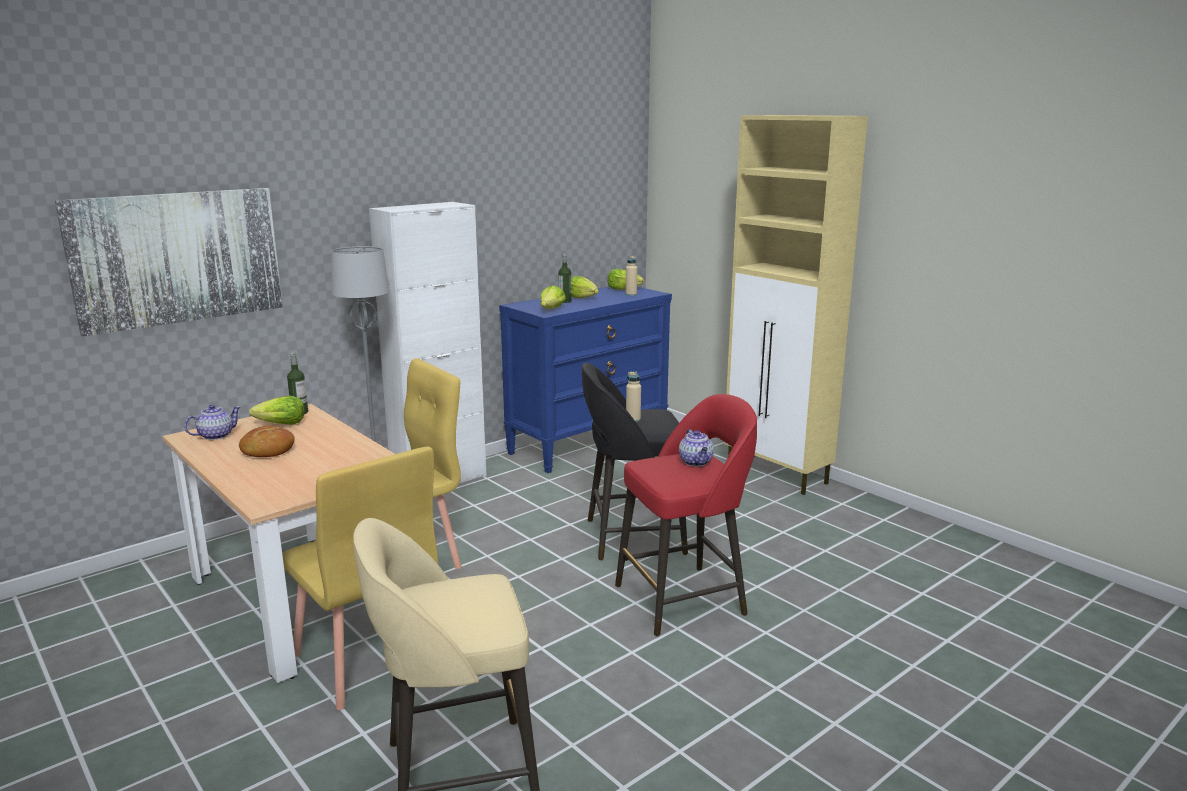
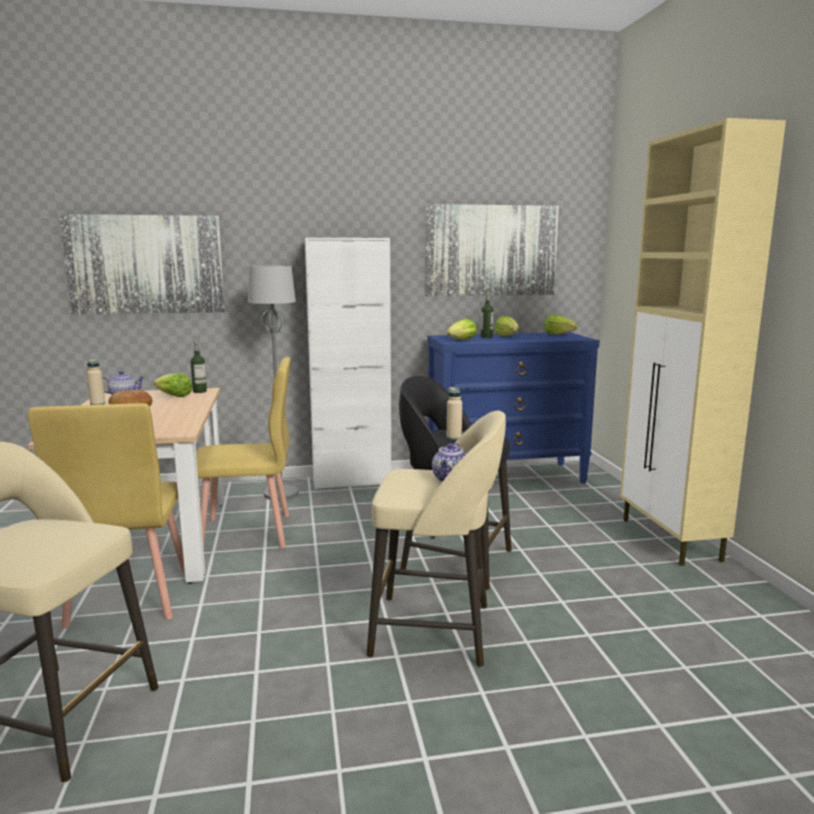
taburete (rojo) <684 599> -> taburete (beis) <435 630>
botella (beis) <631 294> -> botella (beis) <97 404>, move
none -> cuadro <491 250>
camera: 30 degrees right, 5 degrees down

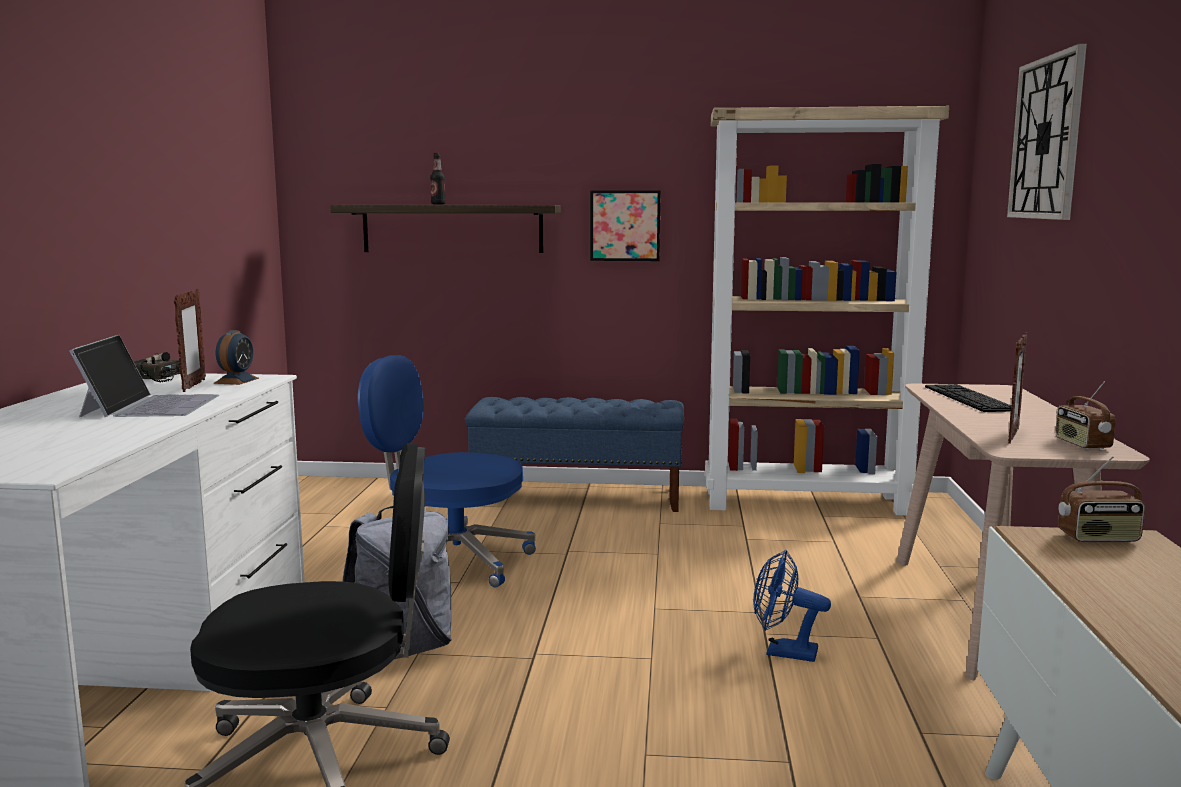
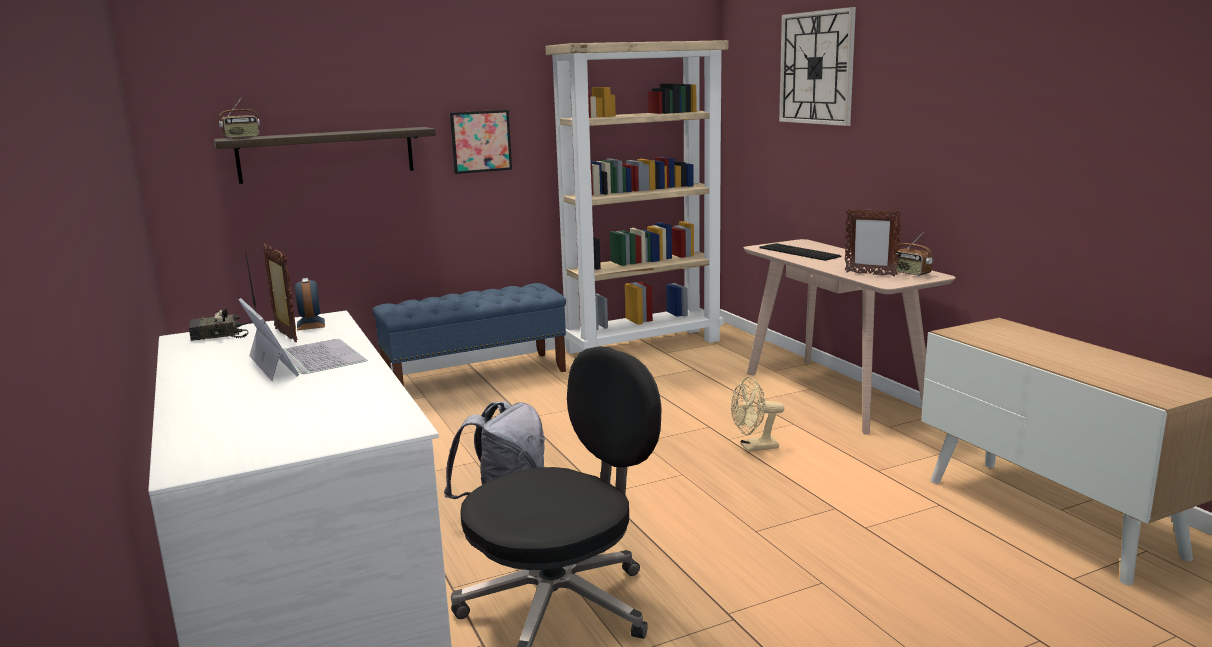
silla de oficina (azul) <450 561> -> none
botella <438 204> -> none
ventilador (azul) <783 652> -> ventilador (beis) <754 447>
portarretratos <1012 436> -> portarretratos <870 274>, 120 degrees clockwise
radio <1099 538> -> radio <241 138>, move
camera: 30 degrees left, 5 degrees up

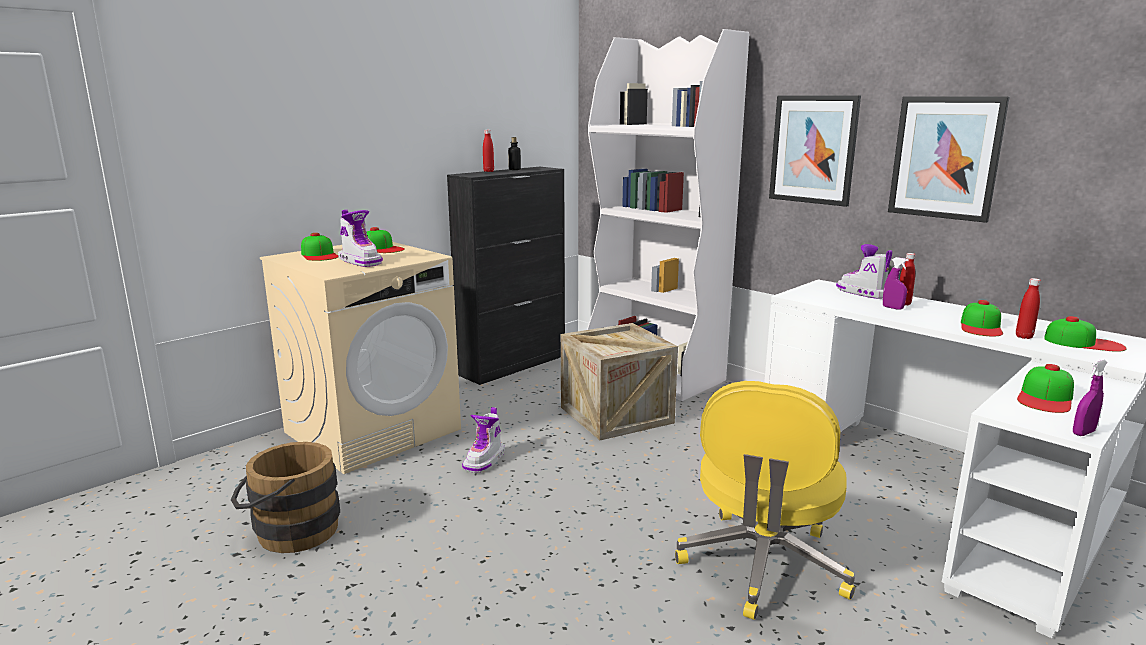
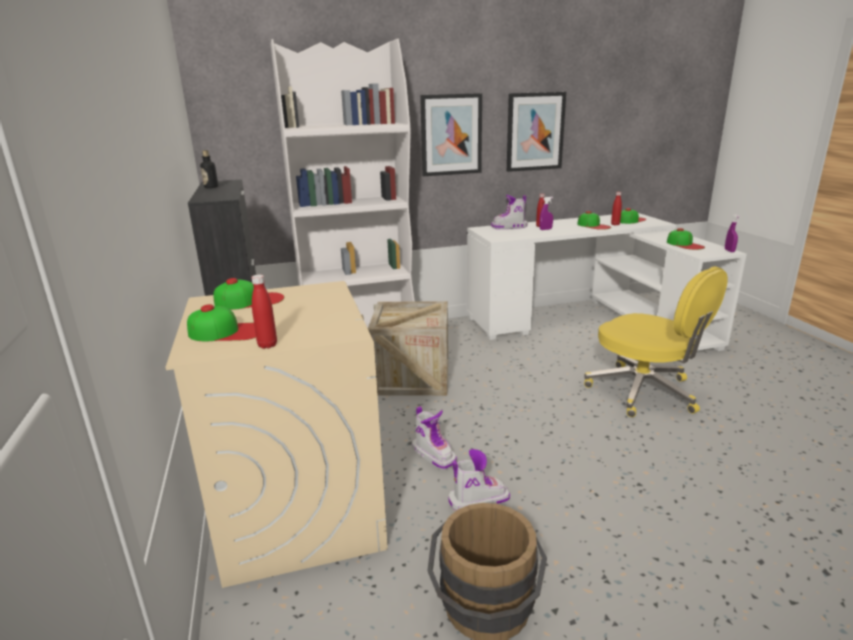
bota <361 261> -> bota <478 500>, move
botella (rojo) <488 171> -> botella (rojo) <267 345>, move
camera: 60 degrees left, 5 degrees up

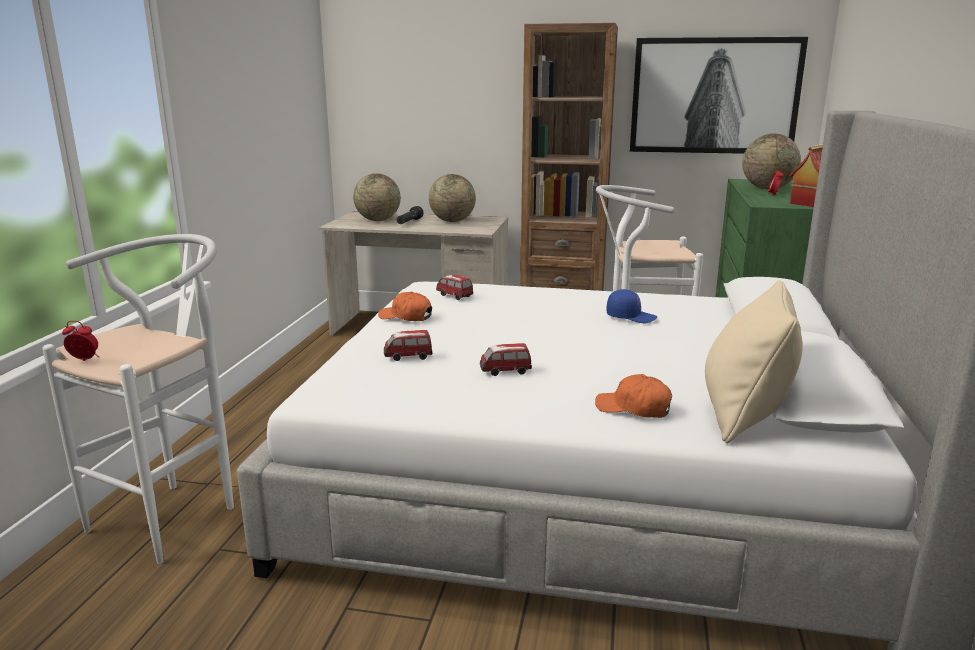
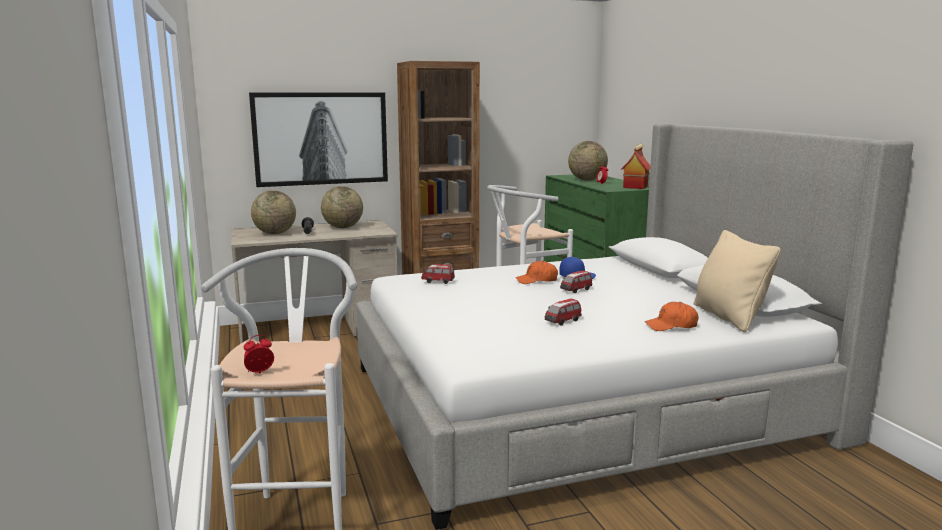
gorra (naranja) <406 317> -> gorra (naranja) <537 280>, move
coche de juguete <408 357> -> coche de juguete <576 290>, move
cuadro <714 96> -> cuadro <321 138>, move
camera: 30 degrees left, 5 degrees down

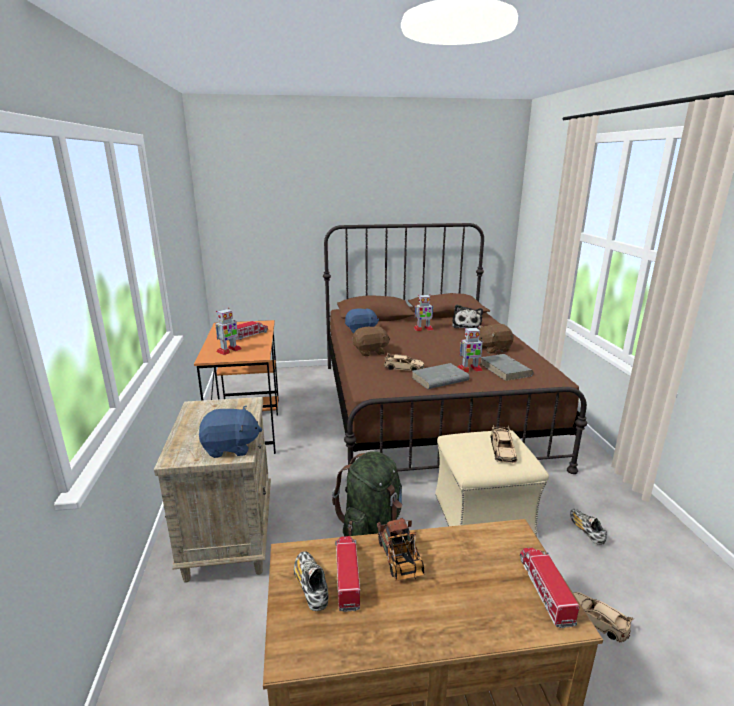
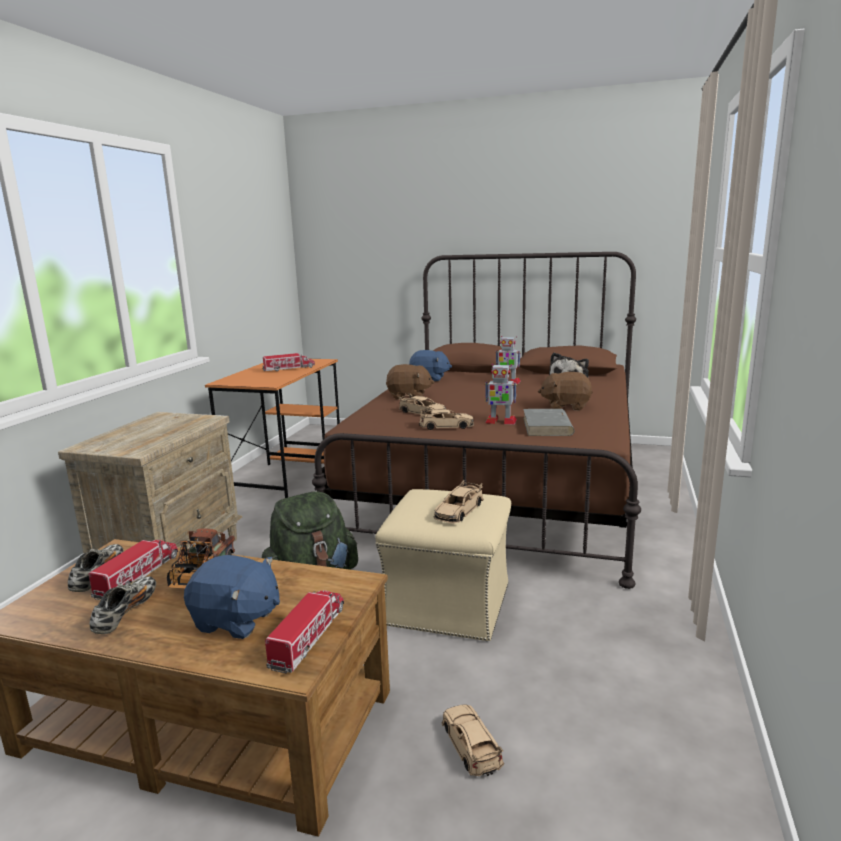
peluche (azul) <230 448> -> peluche (azul) <236 620>, move
robot de juguete <229 350> -> none
libro (gris) <439 379> -> coche de juguete (beis) <446 426>
zapato <585 530> -> zapato <126 613>, move
camera: 25 degrees right, 5 degrees down

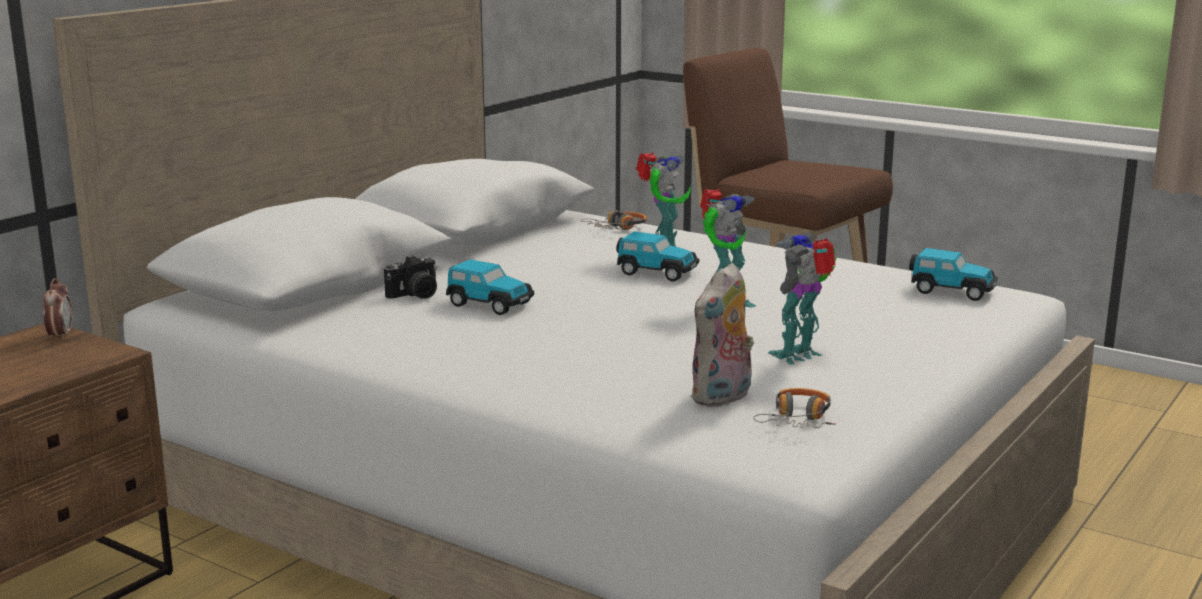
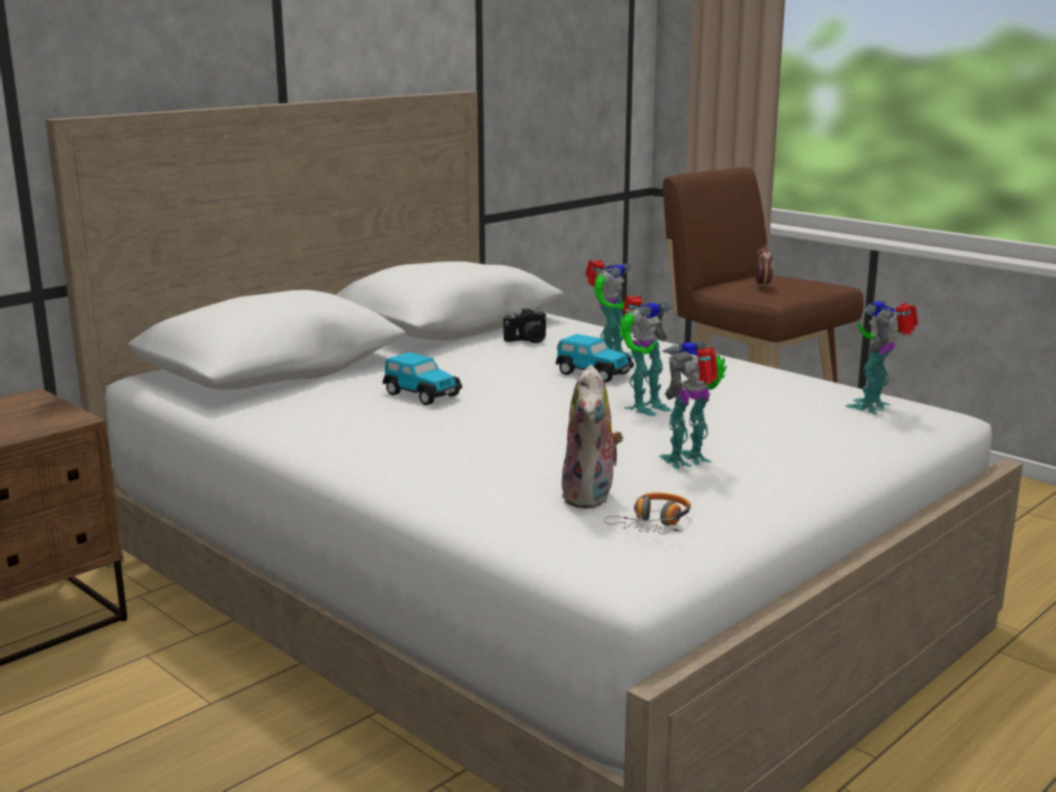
despertador <60 336> -> despertador <762 285>, move
cámara <415 295> -> cámara <528 340>, move
auriculares <617 228> -> none
peluche <723 398> -> peluche <591 497>, 45 degrees counterclockwise
coche de juguete <951 291> -> robot de juguete <873 406>
camera: 10 degrees right, 0 degrees up

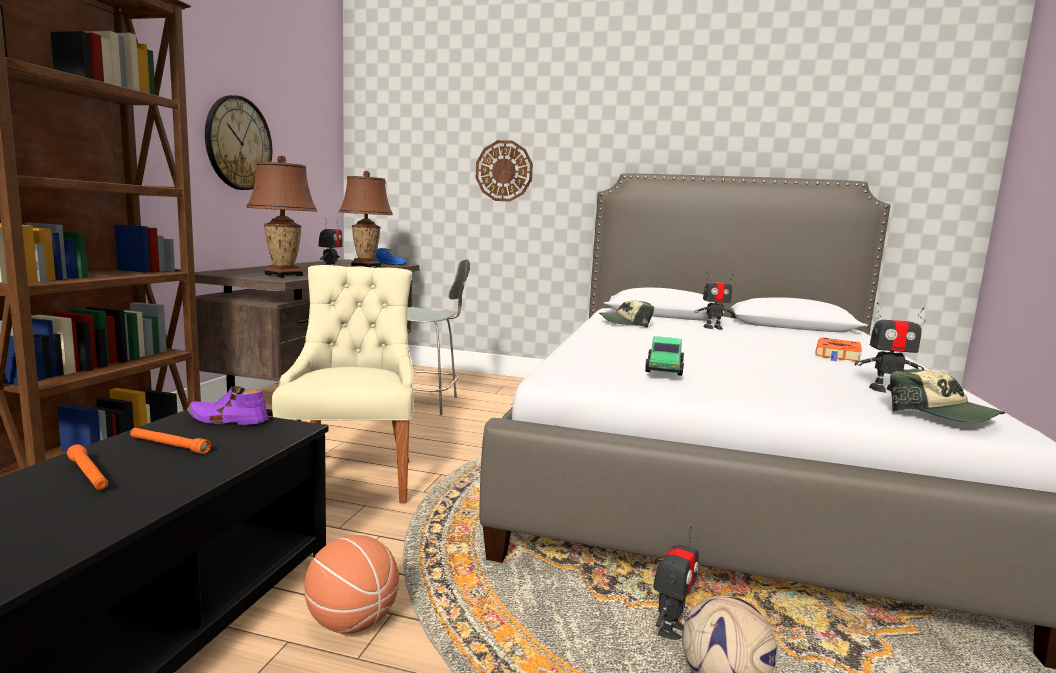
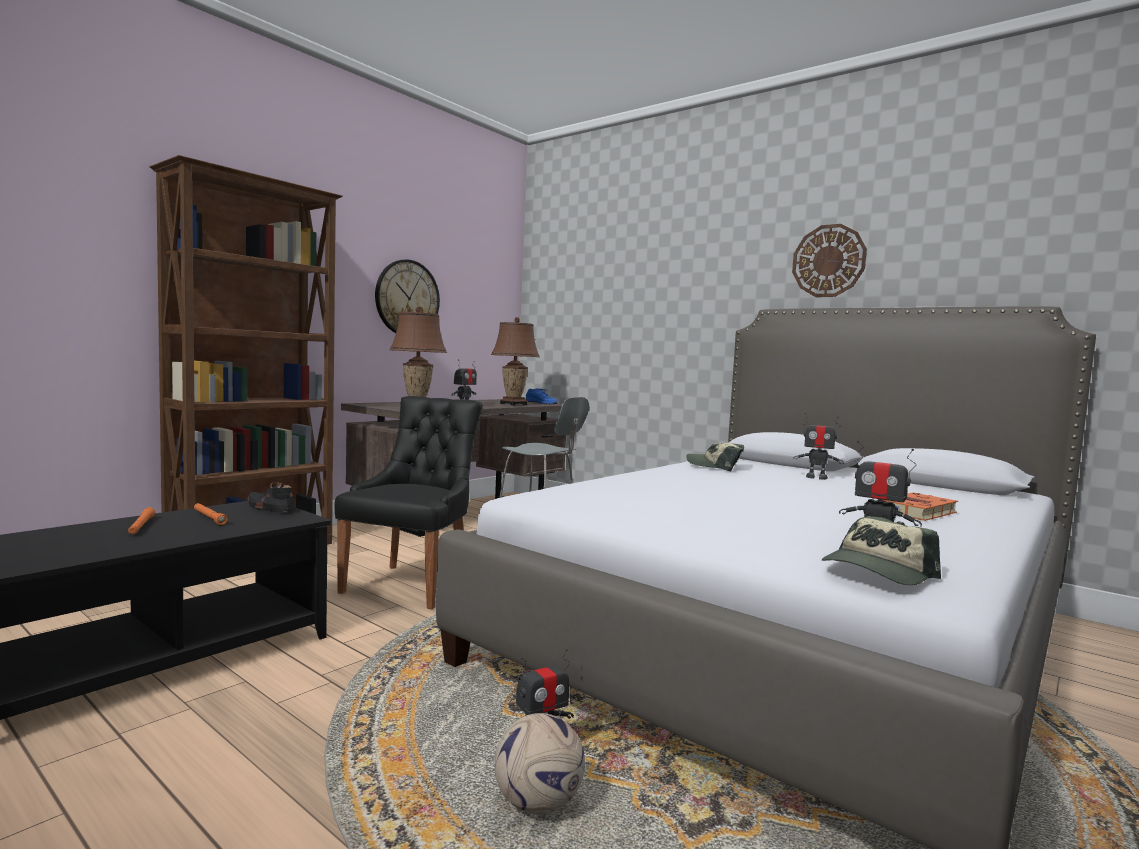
zapato (morado) <227 420> -> zapato (negro) <269 508>
silla (beis) <352 478> -> silla (negro) <411 584>
balón de baloncesto <352 621> -> none
reloj de pared <504 171> -> reloj de pared <828 261>, move
coche de juguete <664 368> -> none
gorra <941 414> -> gorra <877 572>, 60 degrees clockwise
camera: 25 degrees right, 5 degrees down

